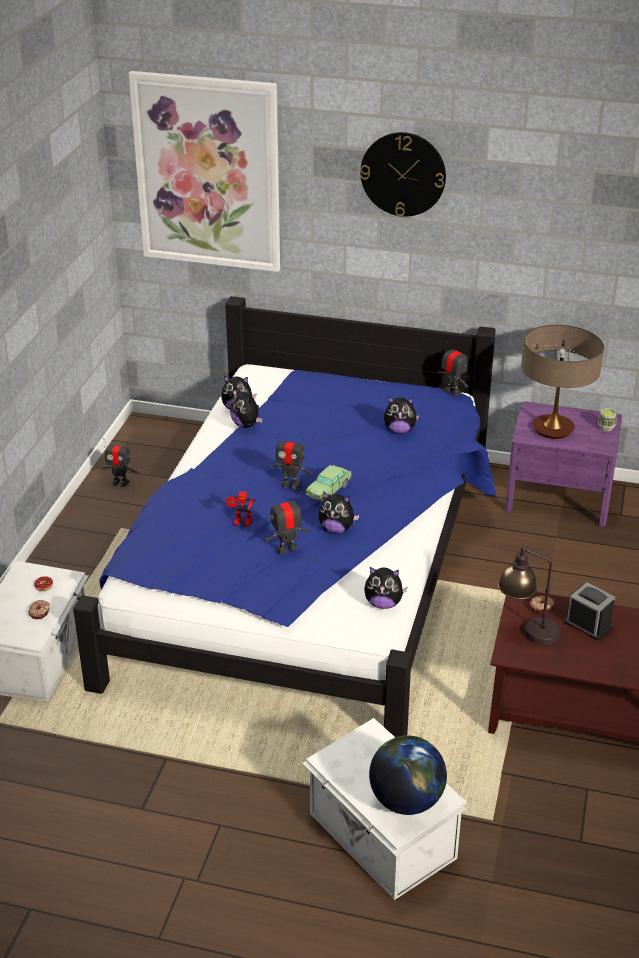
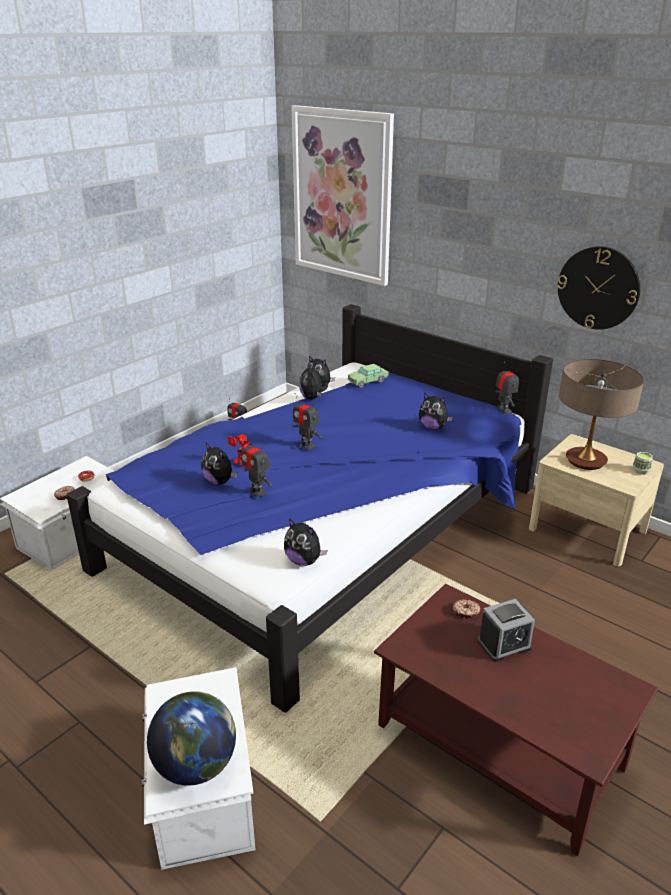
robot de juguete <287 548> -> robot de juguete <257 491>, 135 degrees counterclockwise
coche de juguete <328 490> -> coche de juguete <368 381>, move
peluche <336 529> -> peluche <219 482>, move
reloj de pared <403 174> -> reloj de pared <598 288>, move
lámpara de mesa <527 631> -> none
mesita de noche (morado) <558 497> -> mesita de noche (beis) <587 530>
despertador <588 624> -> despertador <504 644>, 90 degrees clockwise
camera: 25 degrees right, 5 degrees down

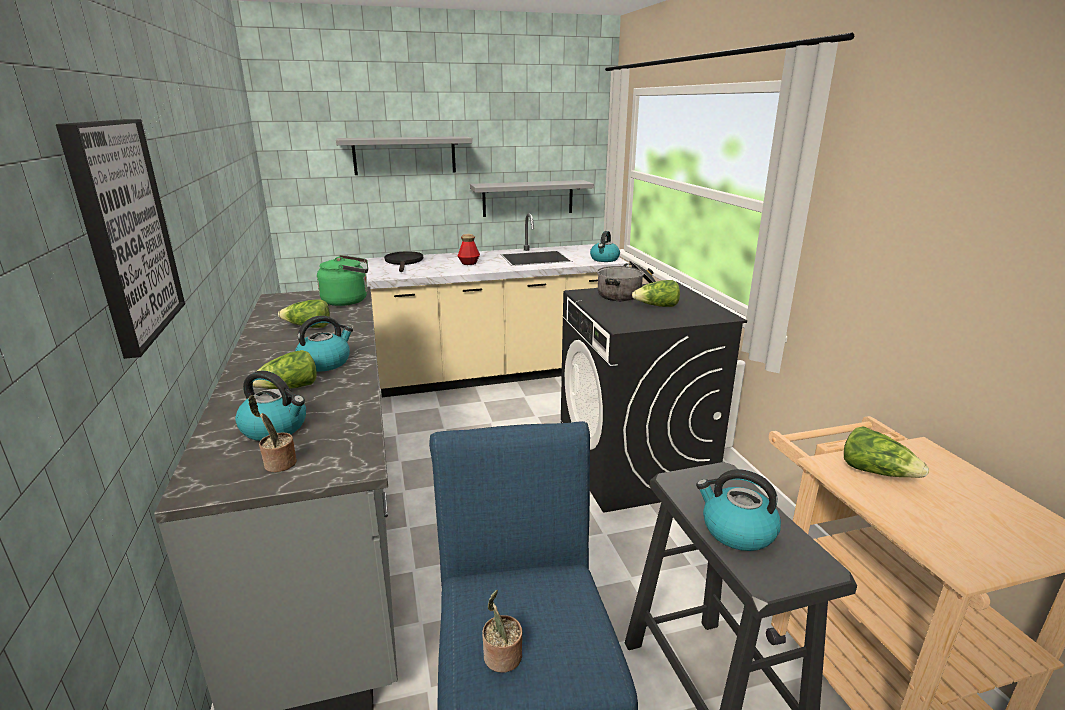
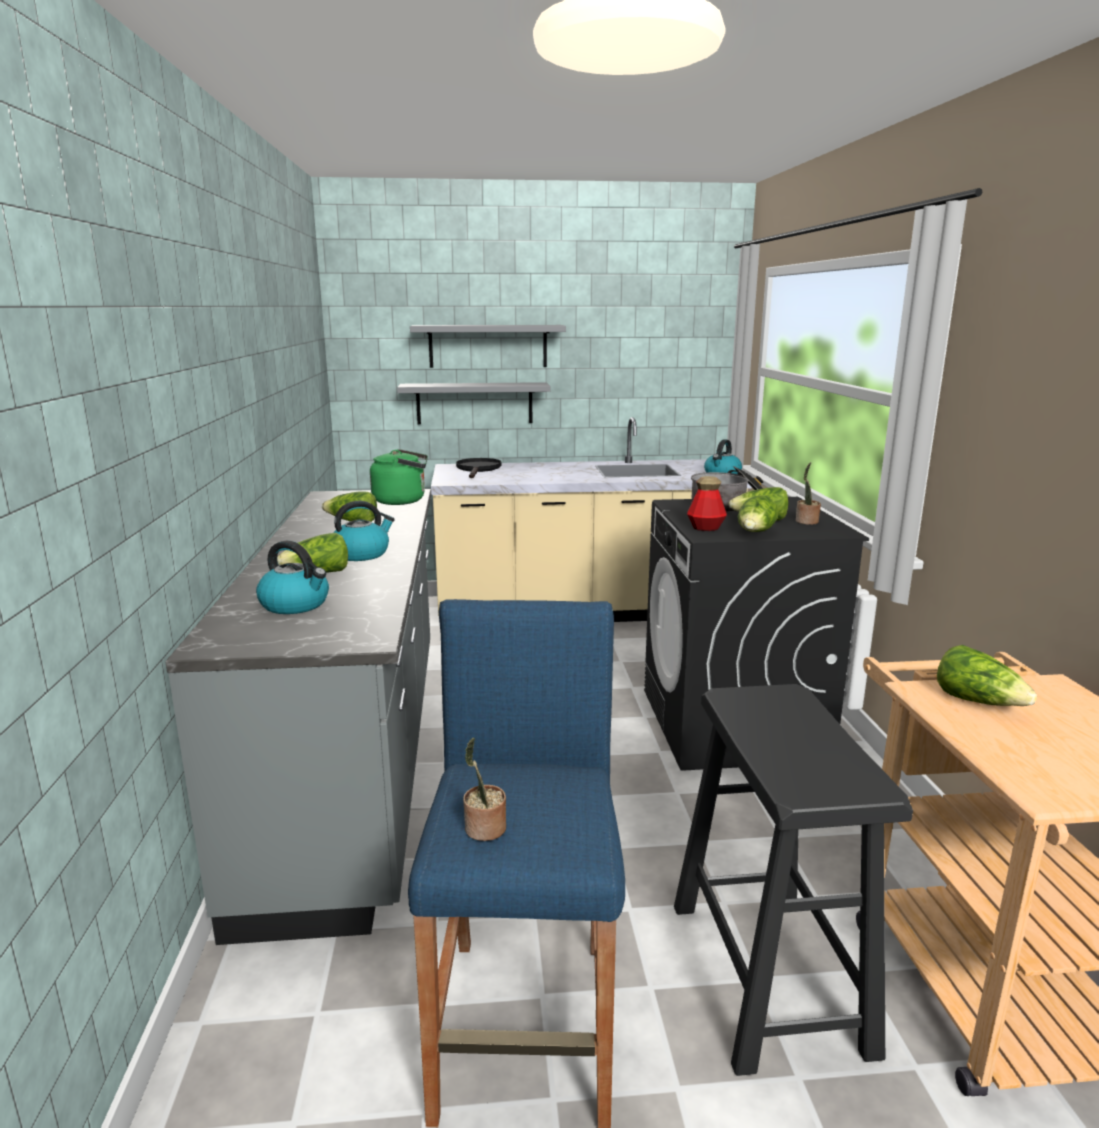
cuadro <124 232> -> none
planta en maceta <278 465> -> planta en maceta <806 522>, move
botella <469 263> -> botella <705 528>, move
estante (gris) <528 198> -> estante (gris) <474 403>, move
hervidor <736 531> -> none
none -> lechuga <755 533>
camera: 10 degrees right, 5 degrees down

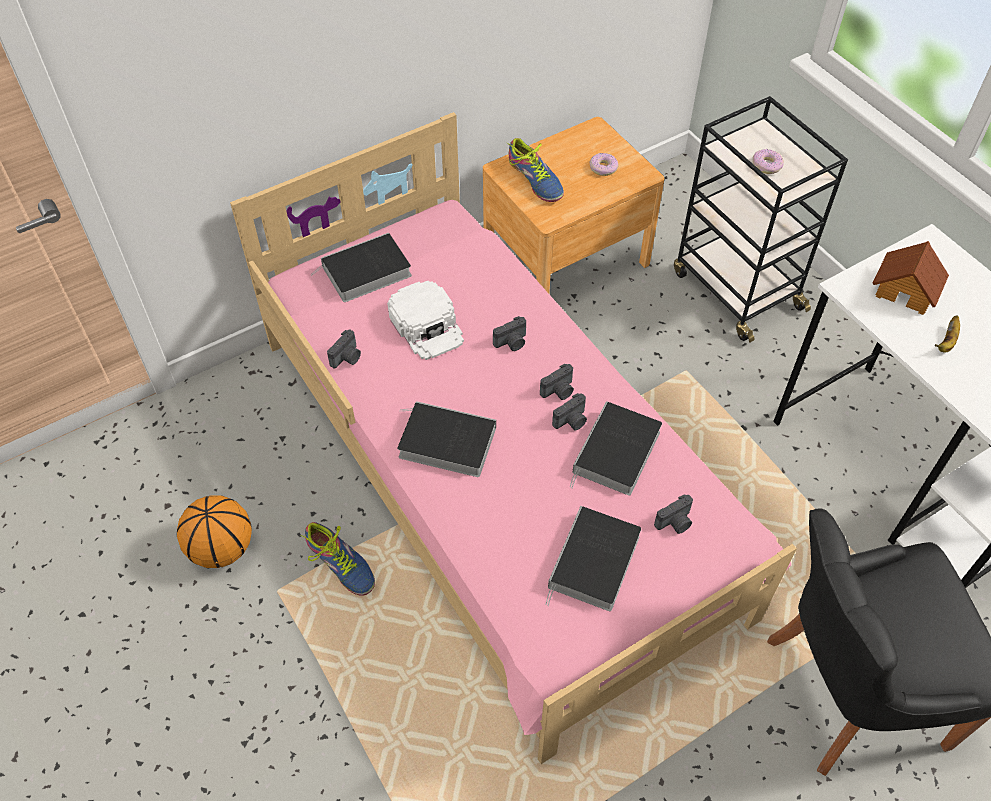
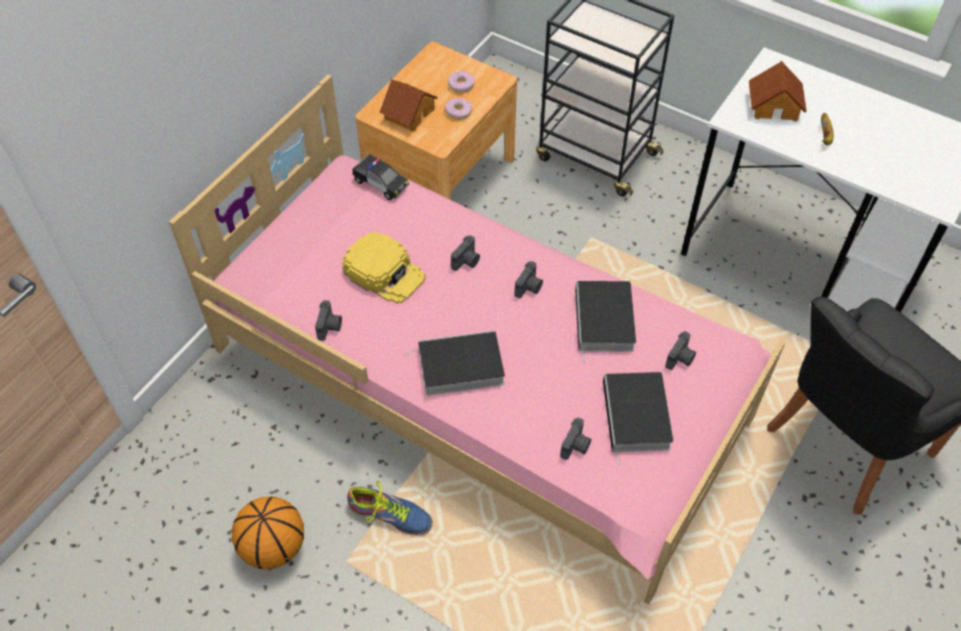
libro <364 273> -> none
gorra (blanco) <427 325> -> gorra (amarillo) <385 273>
zapato <535 179> -> casita <409 113>
cámara <571 421> -> cámara <576 446>, move
rosquilla <767 165> -> rosquilla <458 111>, move
none -> coche de juguete <380 183>
camera: 25 degrees left, 0 degrees up

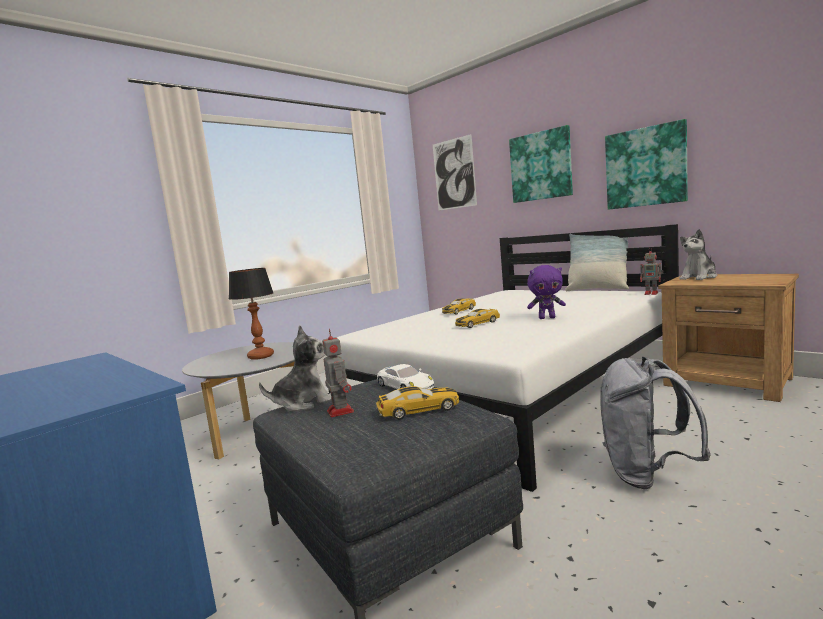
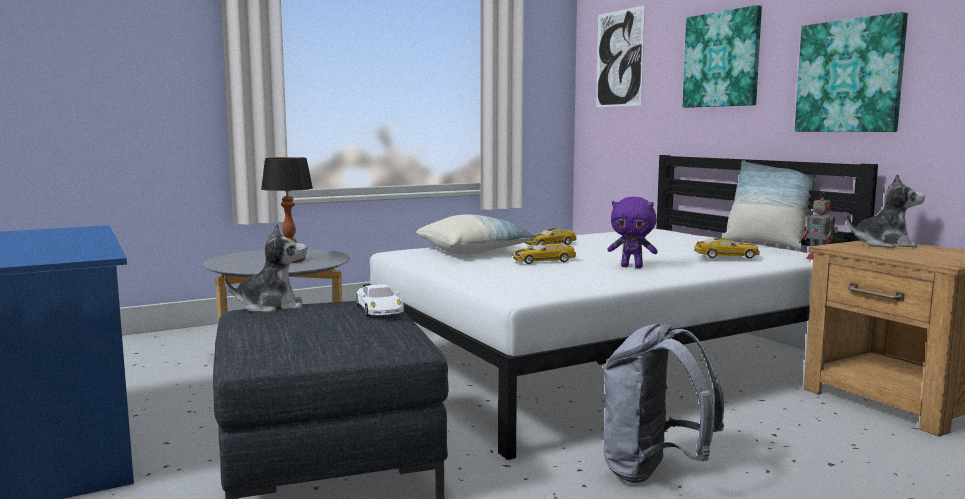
robot de juguete <340 411> -> none
coche de juguete <419 410> -> coche de juguete <726 256>, move
peluche <699 277> -> peluche <884 245>, 150 degrees counterclockwise
none -> cojín <475 252>
camera: 15 degrees right, 0 degrees up

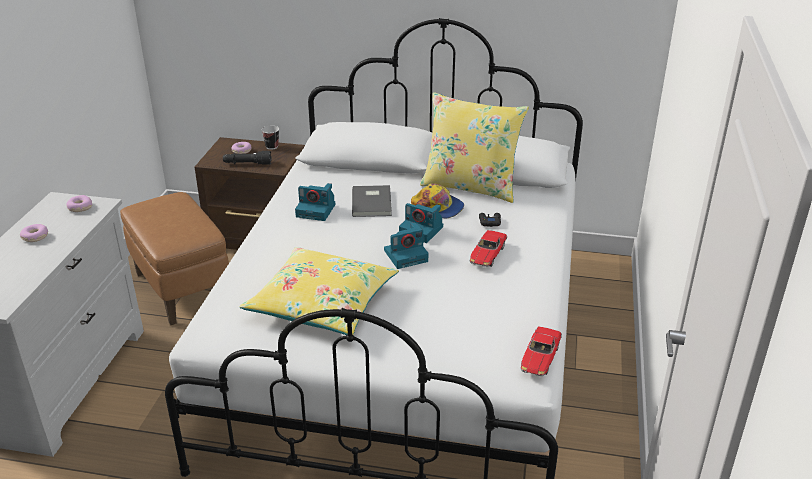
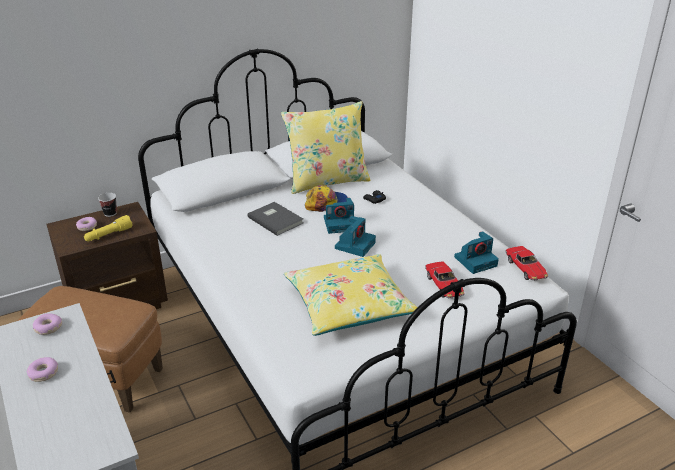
linterna (negro) <247 164> -> linterna (amarillo) <108 235>
cámara <317 210> -> cámara <476 261>, move
coche de juguete <487 255> -> coche de juguete <444 285>, move
camera: 40 degrees left, 0 degrees up

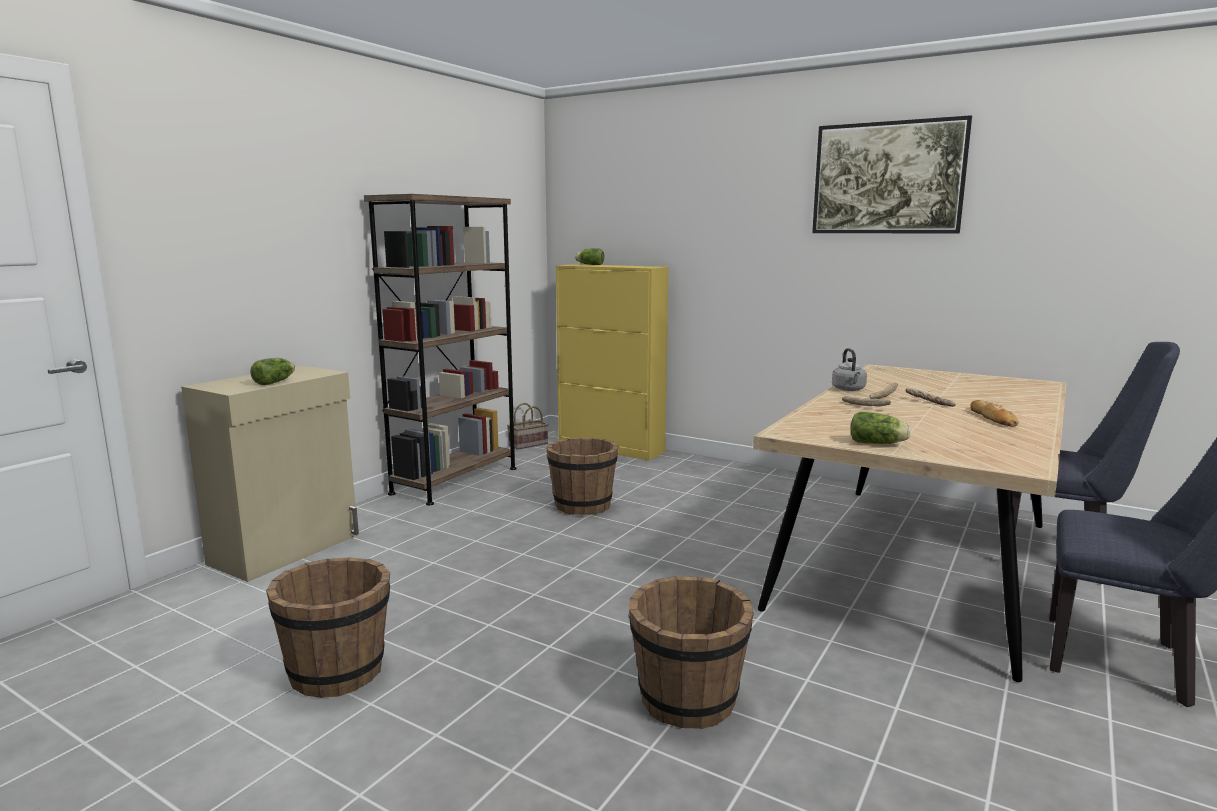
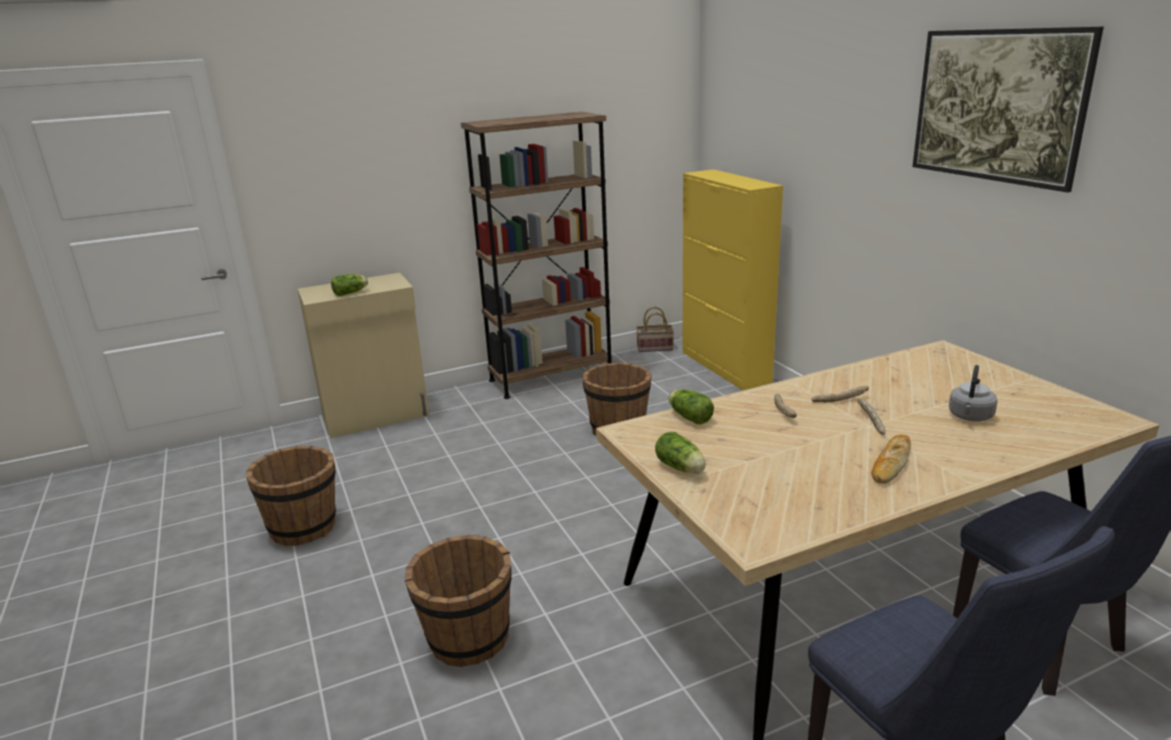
lechuga <589 264> -> lechuga <688 417>, move
hervidor (gris) <849 389> -> hervidor (gris) <970 417>, move
camera: 35 degrees right, 10 degrees up

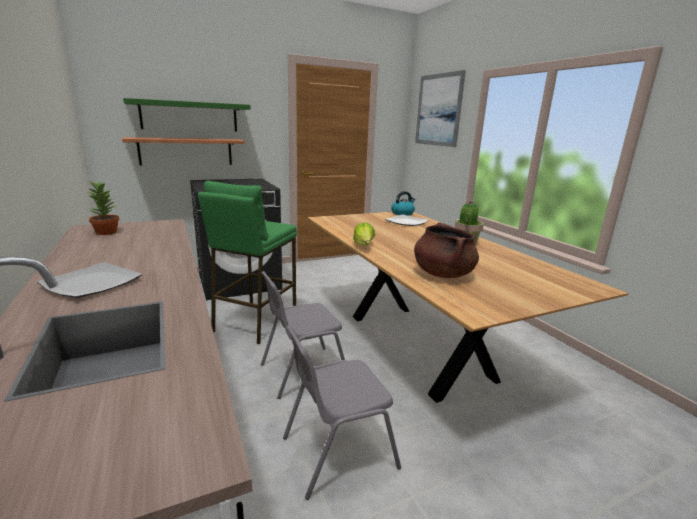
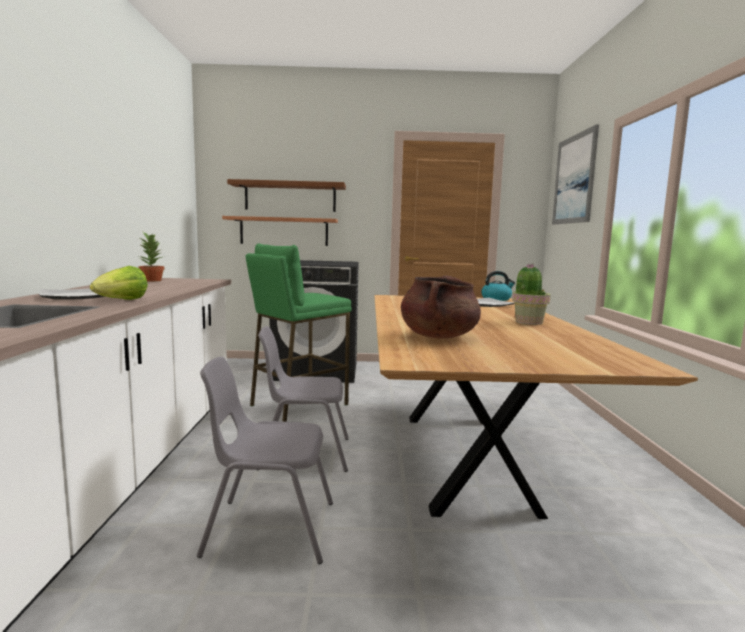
estante (verde) <189 116> -> estante (marrón) <290 197>
lechuga <364 246> -> lechuga <121 301>, move
camera: 25 degrees right, 10 degrees down

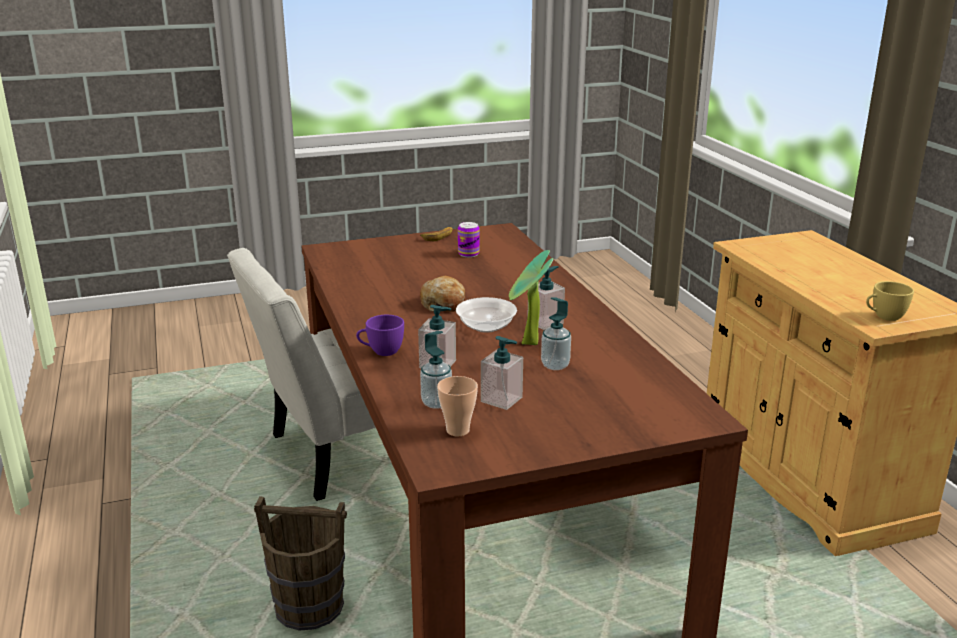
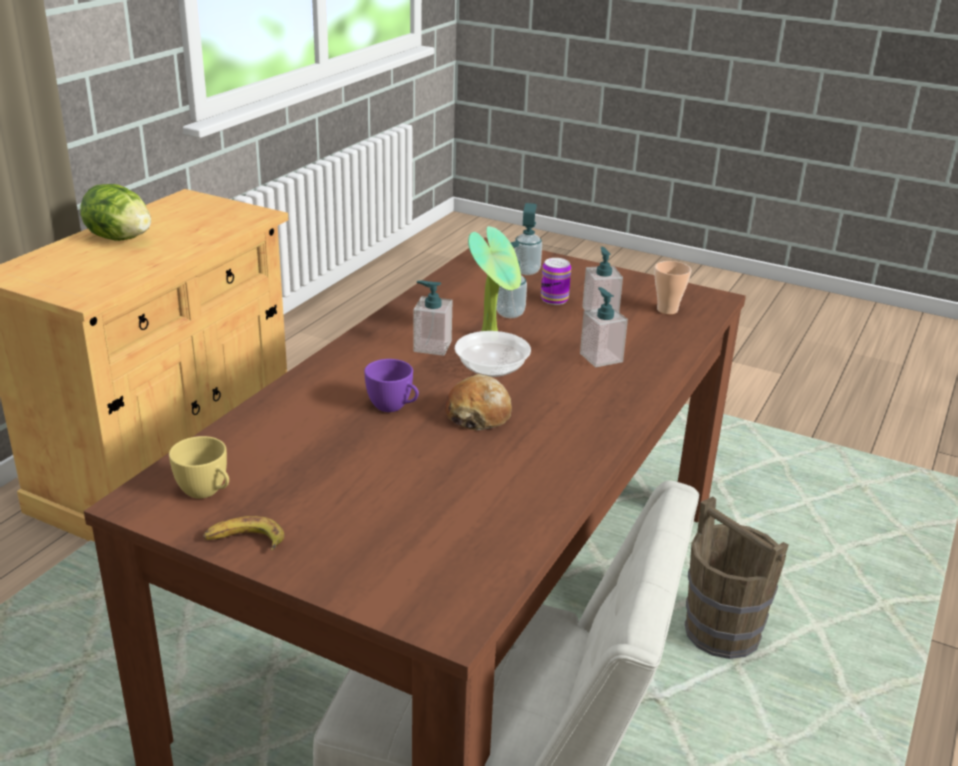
taza (morado) <381 352> -> taza (morado) <394 407>, move
dispensador de jabón <436 403> -> dispensador de jabón <526 271>, move
lata <468 254> -> lata <554 299>, move
taza (amarillo) <884 317> -> taza (amarillo) <207 492>, move
none -> lechuga <120 238>
camera: 135 degrees left, 5 degrees up

